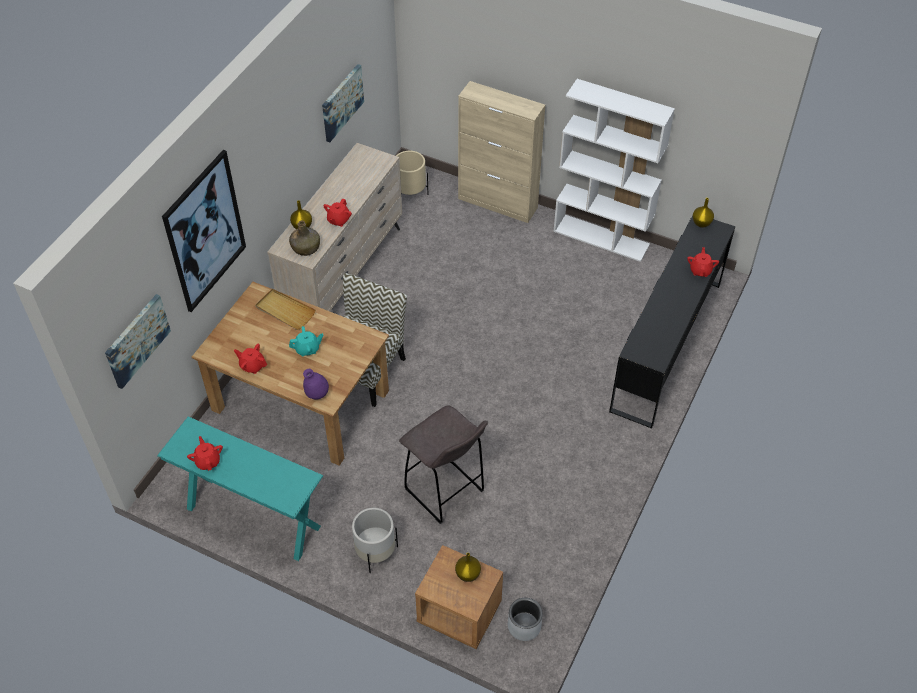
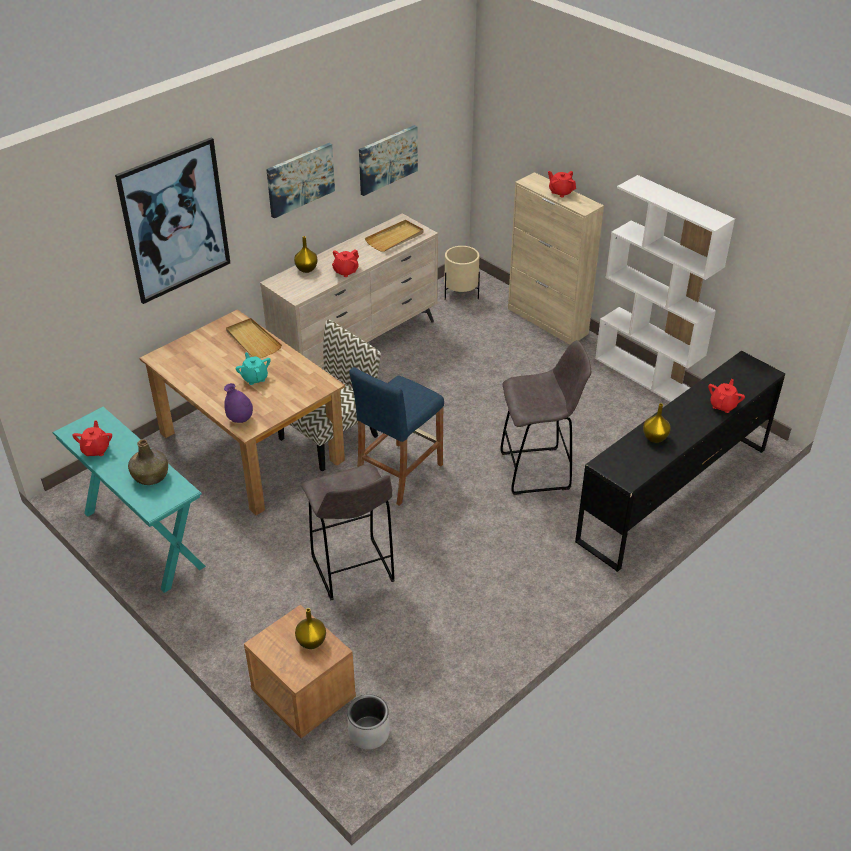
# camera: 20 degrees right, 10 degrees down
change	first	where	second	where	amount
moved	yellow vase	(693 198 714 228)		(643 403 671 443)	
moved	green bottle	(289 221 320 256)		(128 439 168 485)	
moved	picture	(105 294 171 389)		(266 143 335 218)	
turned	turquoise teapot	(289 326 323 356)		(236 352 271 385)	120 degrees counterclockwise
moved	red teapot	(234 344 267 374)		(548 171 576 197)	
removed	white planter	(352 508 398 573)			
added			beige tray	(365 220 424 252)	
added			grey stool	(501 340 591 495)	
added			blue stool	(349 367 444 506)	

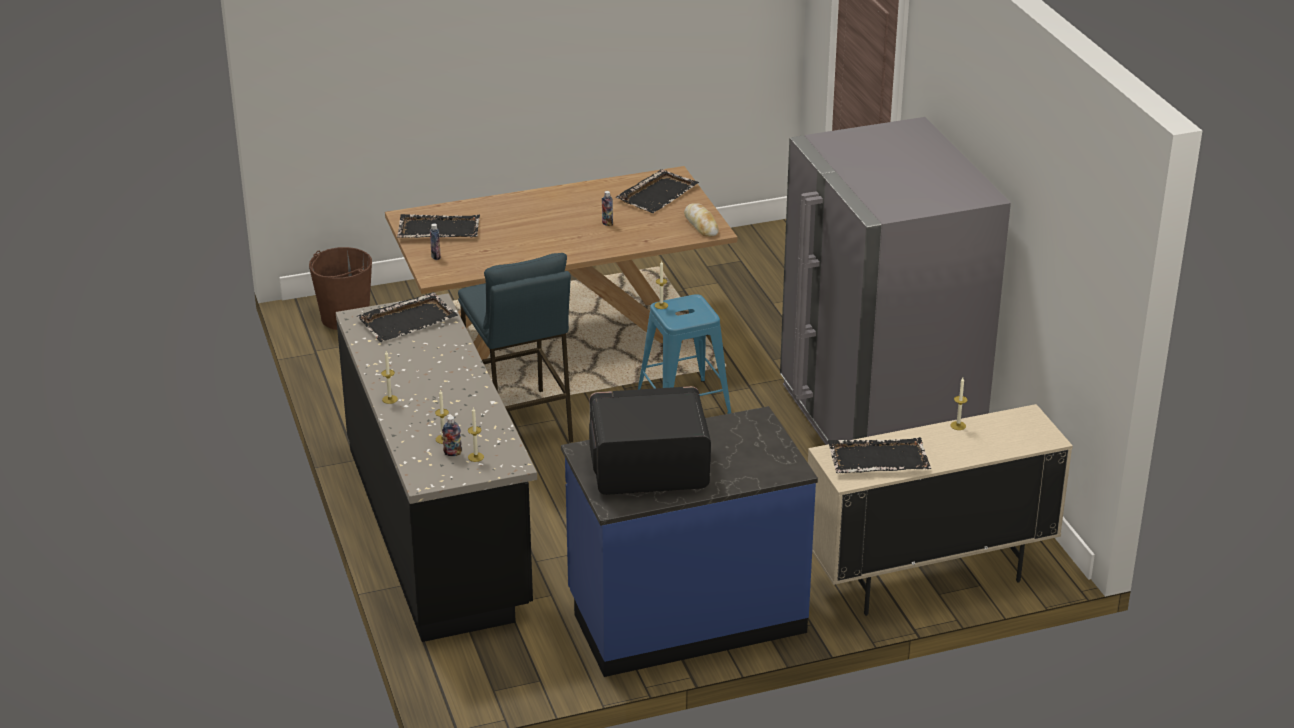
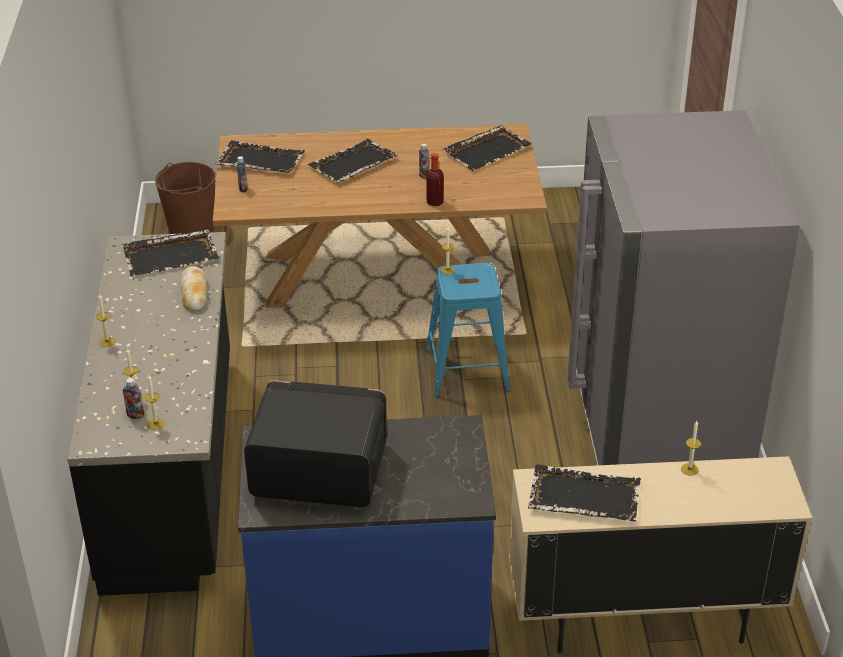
# camera: 15 degrees right, 5 degrees up
change	first	where	second	where	amount
moved	bread	(684 203 719 237)		(180 266 207 311)	
removed	blue stool	(458 253 573 443)			
added			black tray	(308 139 398 183)	
added			bottle	(426 153 444 206)	

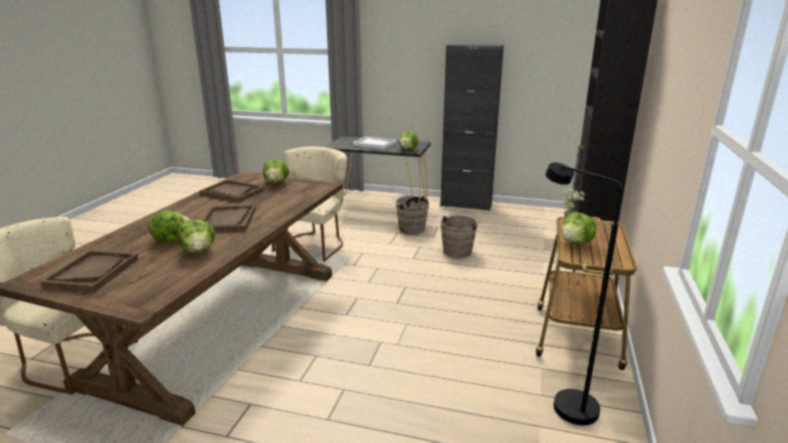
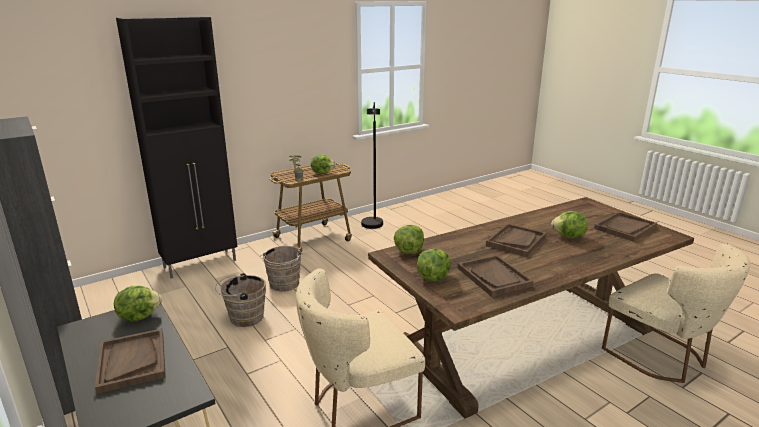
# camera: 140 degrees left, 0 degrees up
change	first	where	second	where	amount
recoloured	white tray	(353 136 396 150)	brown tray	(95 329 166 394)	
moved	brown bucket	(393 194 429 234)		(261 246 303 291)	
moved	lettuce	(178 220 215 253)		(394 225 424 254)	

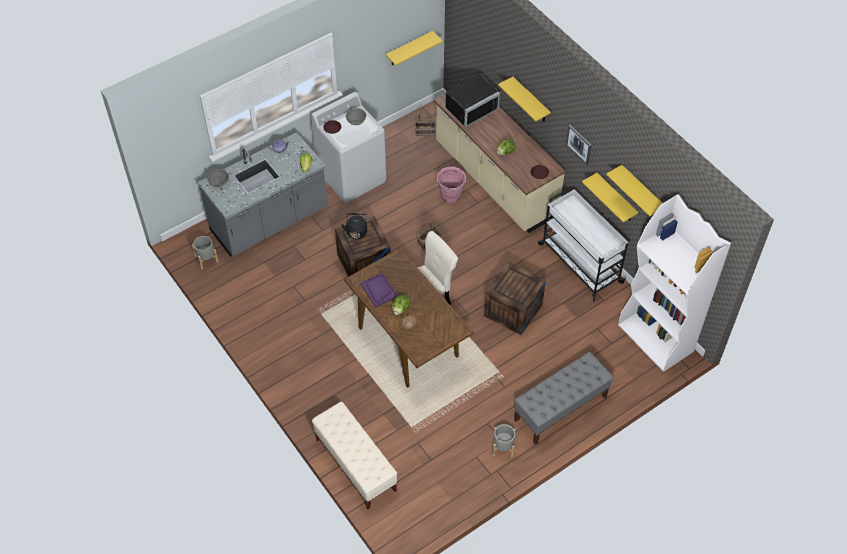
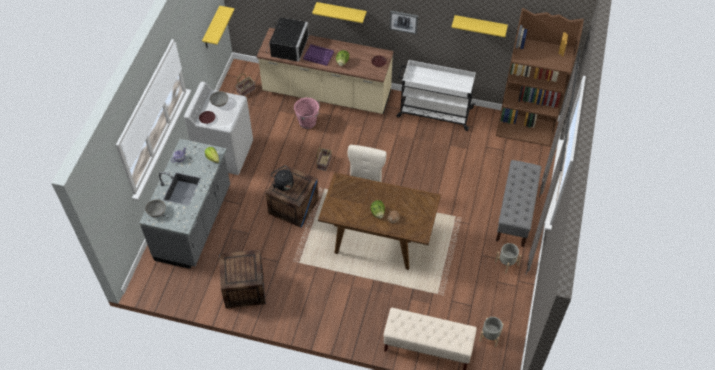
# camera: 40 degrees left, 0 degrees up
change	first	where	second	where	amount
removed	yellow shelf	(582 173 639 222)			
recoloured	white bookcase	(618 194 731 372)	brown bookcase	(496 8 584 147)	
moved	grey planter	(192 236 218 269)		(479 317 504 347)	
moved	crate	(484 262 546 335)		(219 250 266 309)	
moved	purple tray	(360 273 398 307)		(303 45 334 66)	

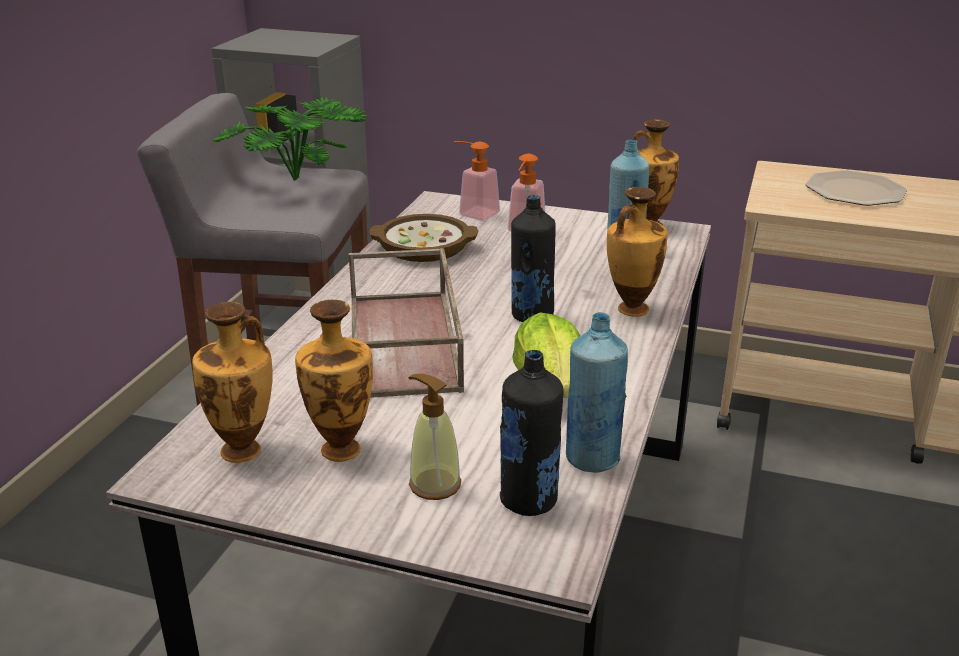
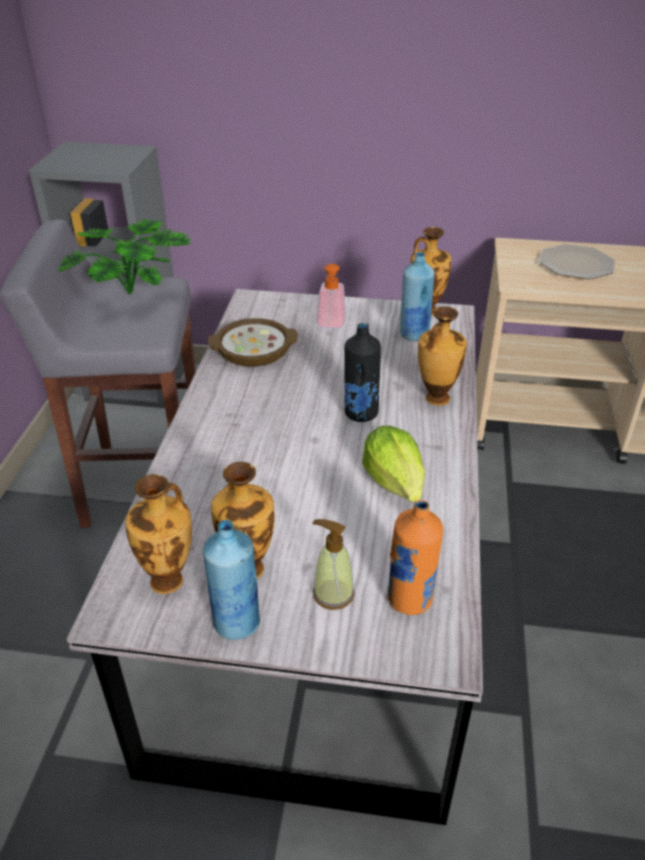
# camera: 10 degrees left, 10 degrees up
change	first	where	second	where	amount
removed	soap dispenser	(454 141 500 221)			
removed	brown tray	(349 248 464 398)			
moved	blue bottle	(566 312 628 472)		(203 520 260 640)	
recoloured	black bottle	(500 350 563 516)	orange bottle	(387 500 443 615)	

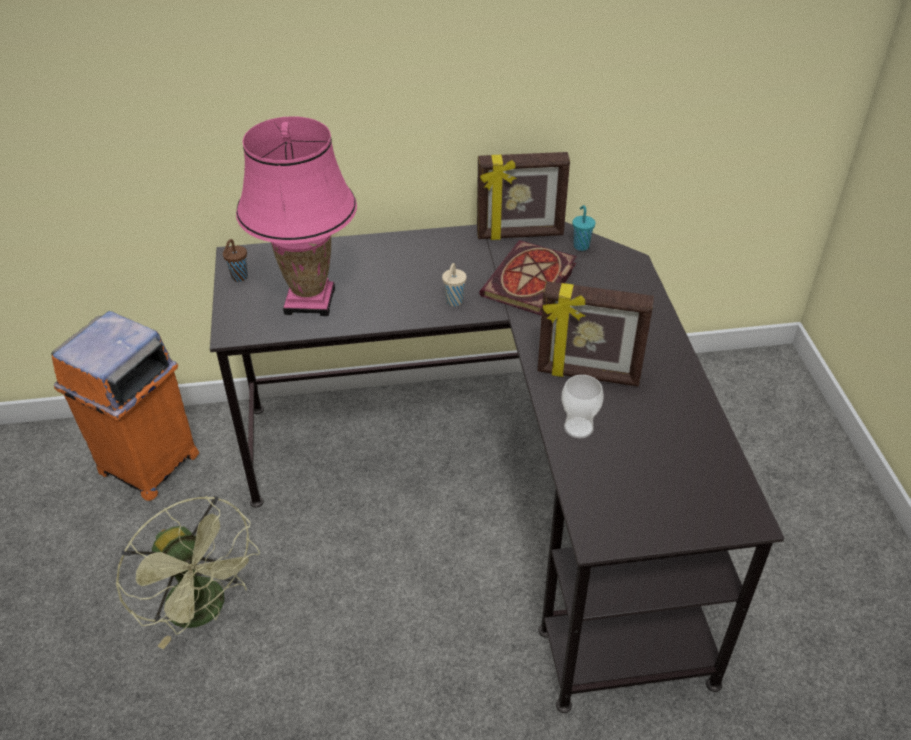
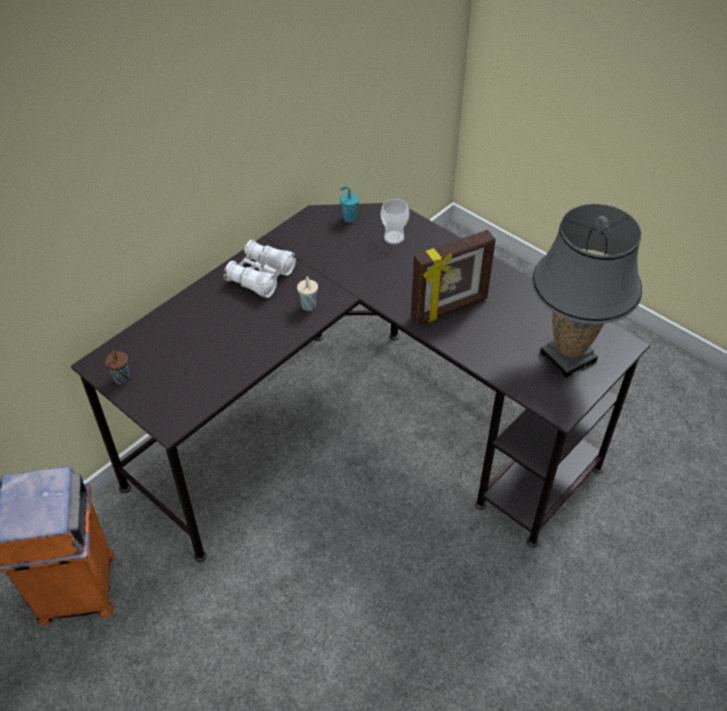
# camera: 40 degrees left, 5 degrees up
change	first	where	second	where	amount
removed	pink table lamp	(236 117 357 316)			
removed	picture frame	(477 152 570 240)			
removed	book	(480 240 577 315)			
moved	cup	(562 375 604 438)		(381 199 409 245)	
removed	green fan	(115 496 260 649)			
added			grey table lamp	(532 204 642 378)	
added			white binoculars	(224 240 296 298)	

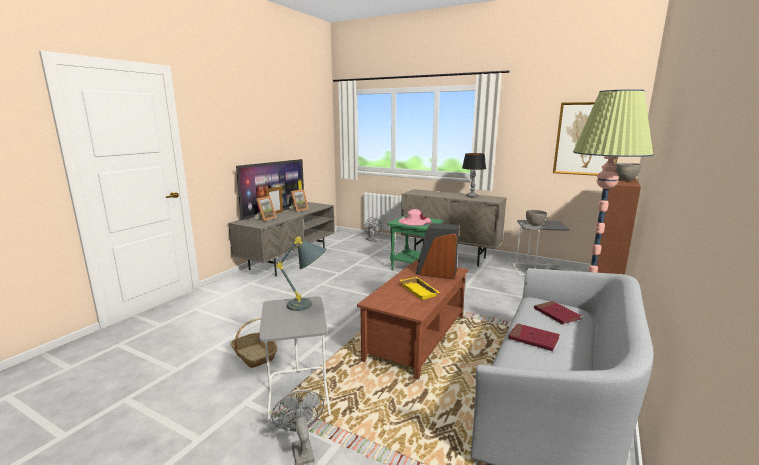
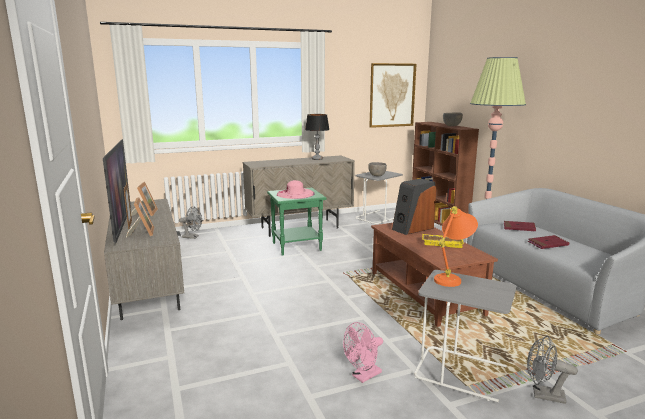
# camera: 50 degrees left, 0 degrees up
change	first	where	second	where	amount
recoloured	grey table lamp	(276 237 327 311)	orange table lamp	(434 206 478 287)	
replaced	basket	(230 318 278 368)	pink fan	(343 322 383 383)	

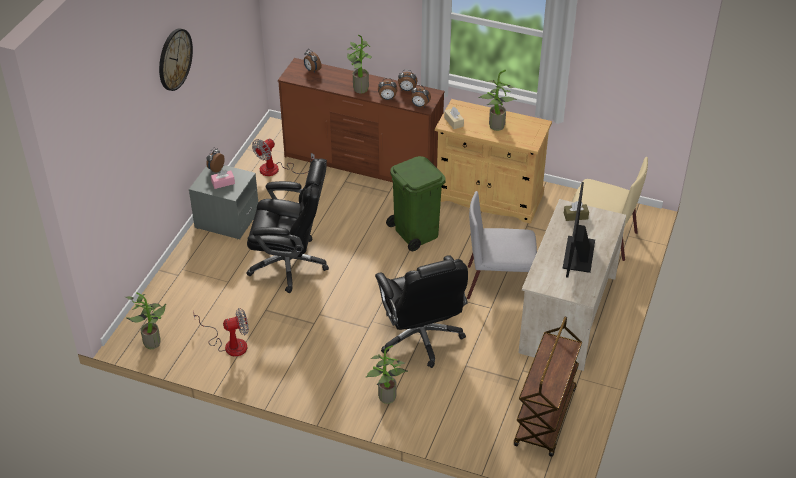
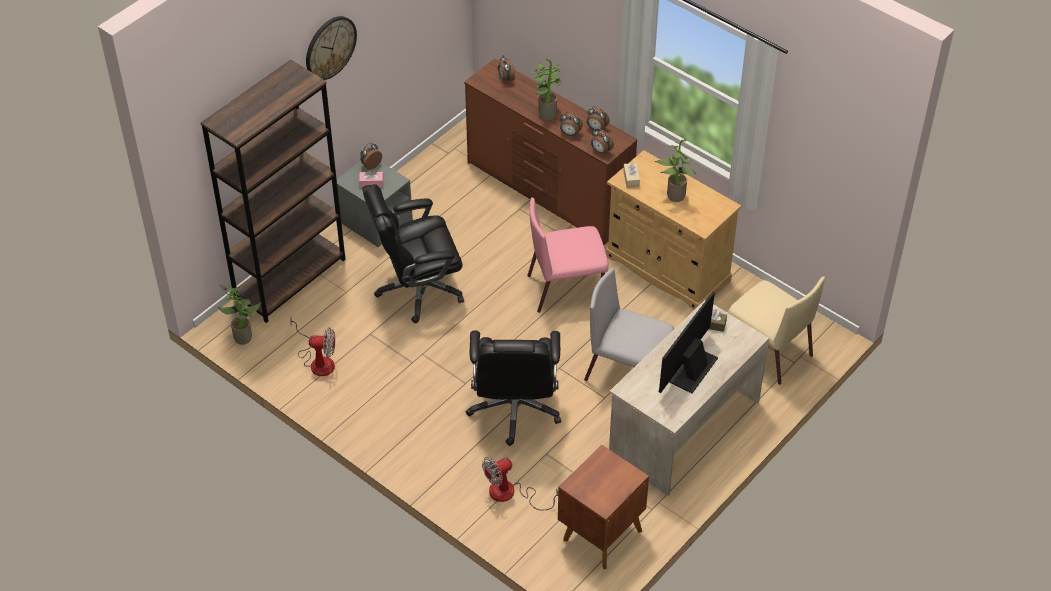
# camera: 20 degrees right, 5 degrees up
change	first	where	second	where	amount
moved	fan	(252 138 315 176)		(482 457 558 510)	
replaced	green trash can	(386 156 446 251)	pink chair	(527 197 609 313)	
turned	black office chair	(246 159 329 293)		(362 184 464 323)	135 degrees clockwise
replaced	brown cart	(514 317 582 457)	brown nightstand	(558 445 649 569)	
removed	potted plant	(366 345 408 404)			
added			brown bookcase	(201 60 346 323)	

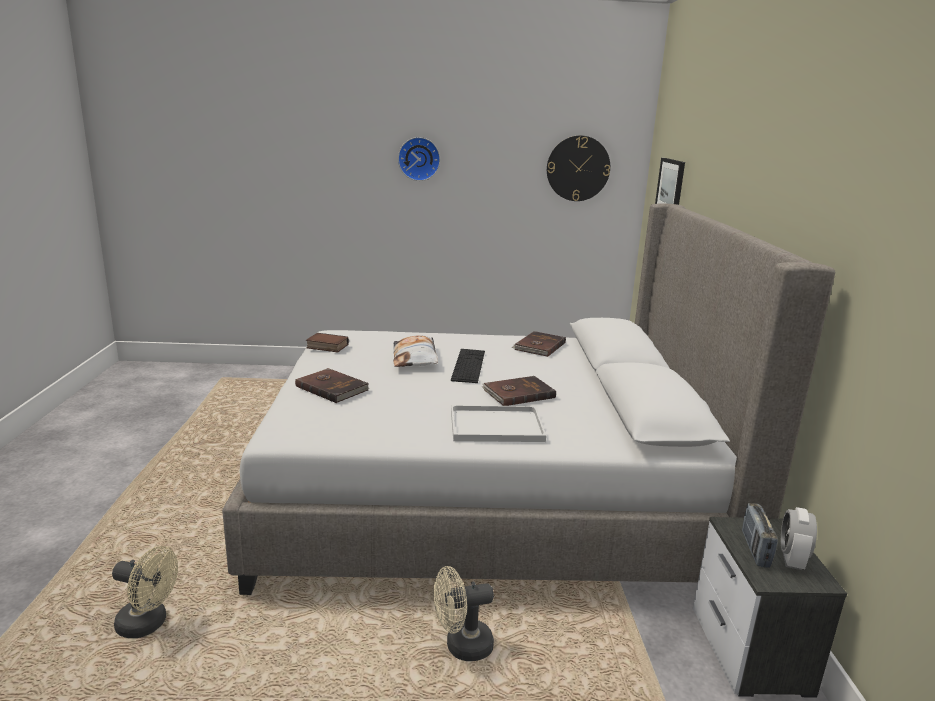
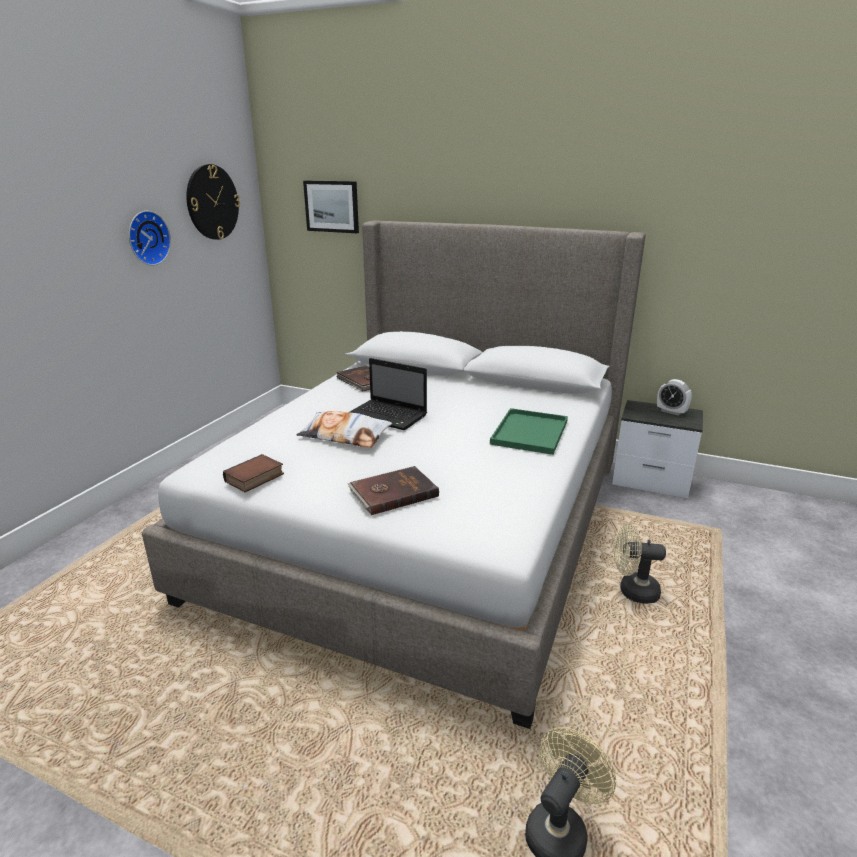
# camera: 65 degrees left, 5 degrees up
change	first	where	second	where	amount
moved	wall clock	(398 137 440 181)		(129 211 171 265)	
replaced	keyboard	(451 349 485 383)	laptop	(350 358 427 430)	
removed	brown book	(482 376 556 406)			
recoloured	white tray	(451 405 546 442)	green tray	(490 408 568 455)	
removed	radio	(742 503 778 568)			
turned	beige fan	(434 566 494 661)		(614 523 666 604)	90 degrees clockwise

